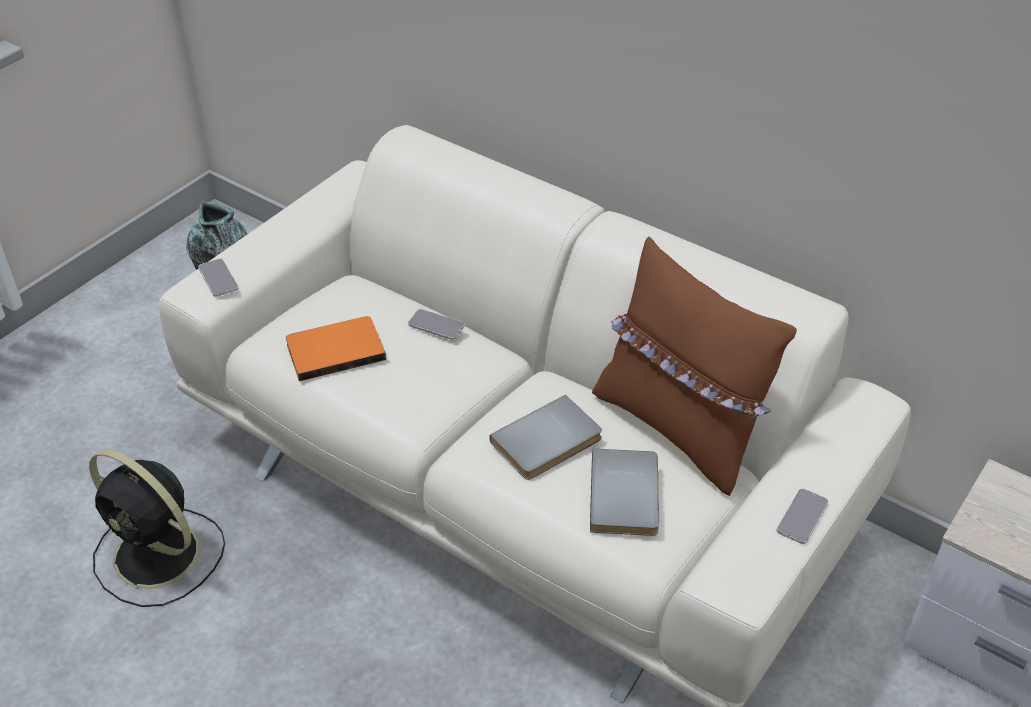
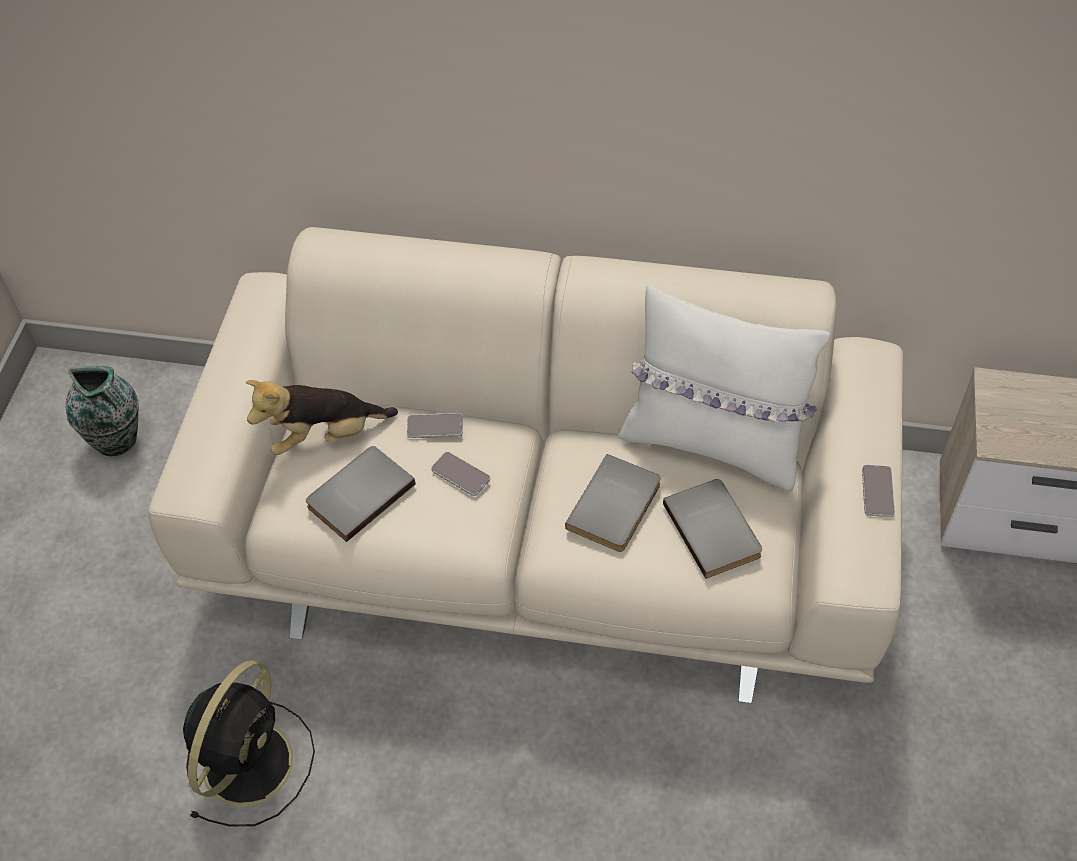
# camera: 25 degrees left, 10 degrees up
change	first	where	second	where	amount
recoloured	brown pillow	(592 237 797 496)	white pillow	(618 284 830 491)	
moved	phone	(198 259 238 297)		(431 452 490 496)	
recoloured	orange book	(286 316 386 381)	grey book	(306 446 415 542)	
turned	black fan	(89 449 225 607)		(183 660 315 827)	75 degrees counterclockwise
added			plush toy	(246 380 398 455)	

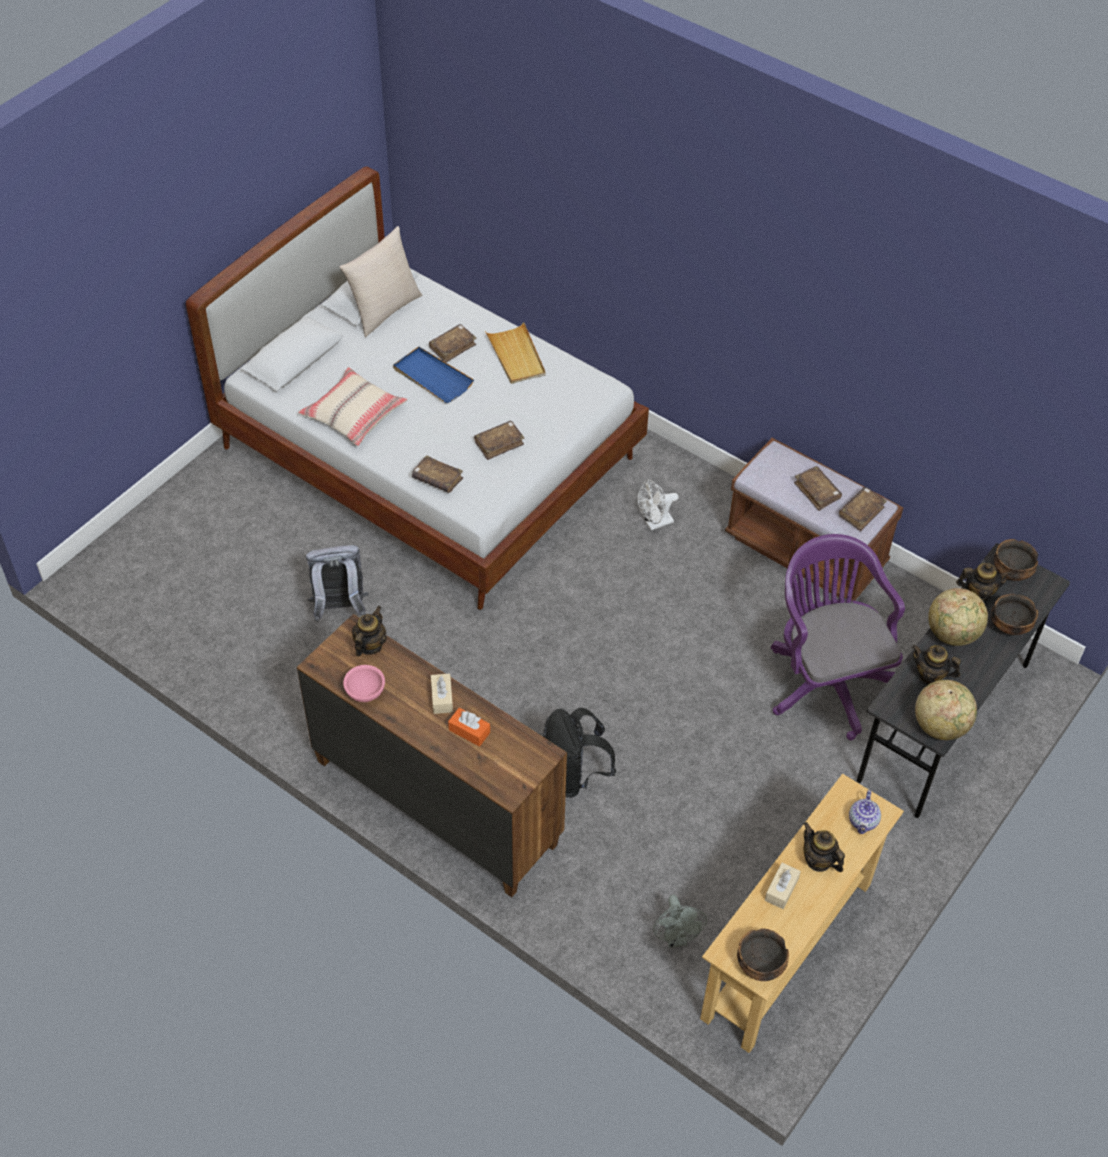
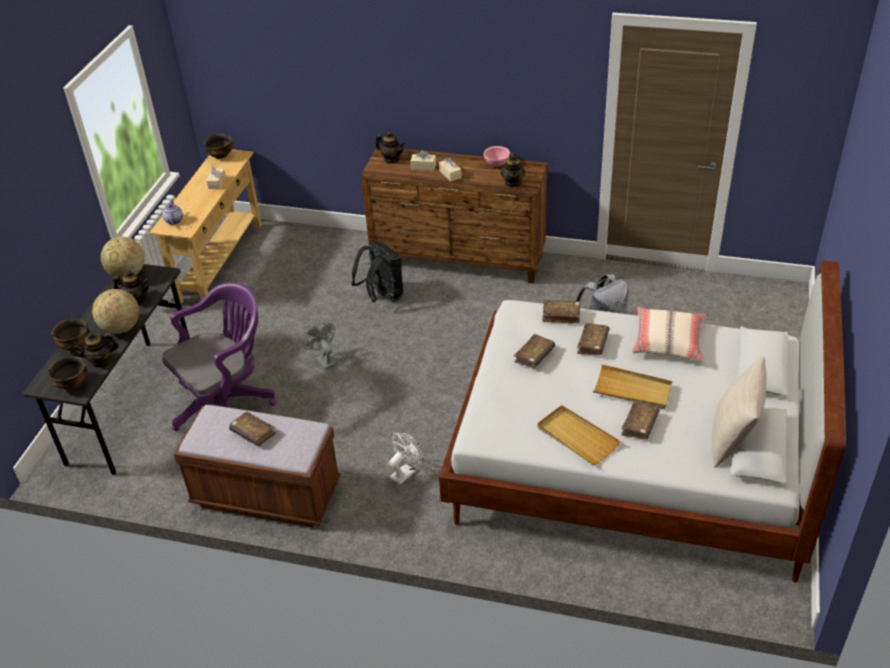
# camera: 160 degrees right, 10 degrees down
change	first	where	second	where	amount
recoloured	blue tray	(393 347 474 403)	beige tray	(593 364 672 409)	
moved	brown book	(839 487 887 531)		(577 323 610 355)	
turned	purple office chair	(771 534 905 740)		(162 282 276 431)	90 degrees counterclockwise
recoloured	orange tissue box	(448 708 490 746)	beige tissue box	(411 150 436 170)	
moved	teapot	(803 822 845 872)		(375 132 405 163)	
moved	grey fan	(653 895 707 948)		(303 322 337 370)	

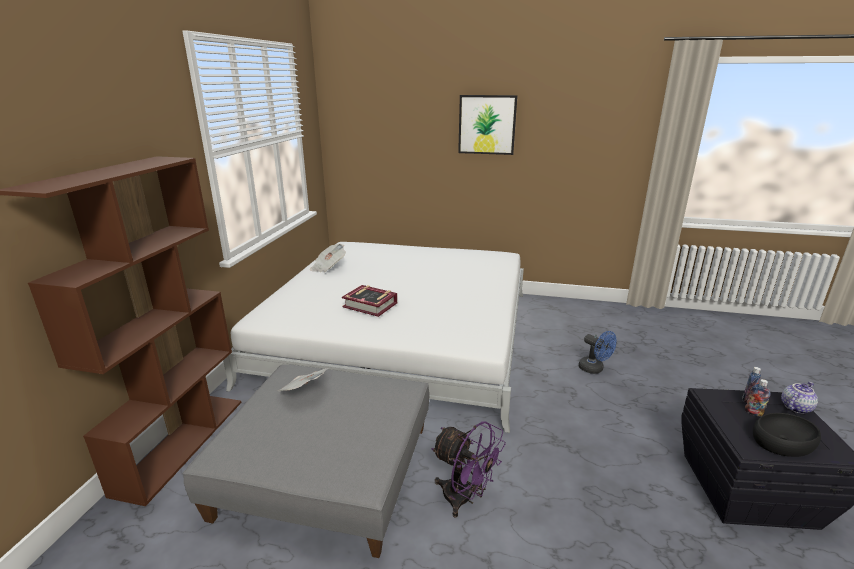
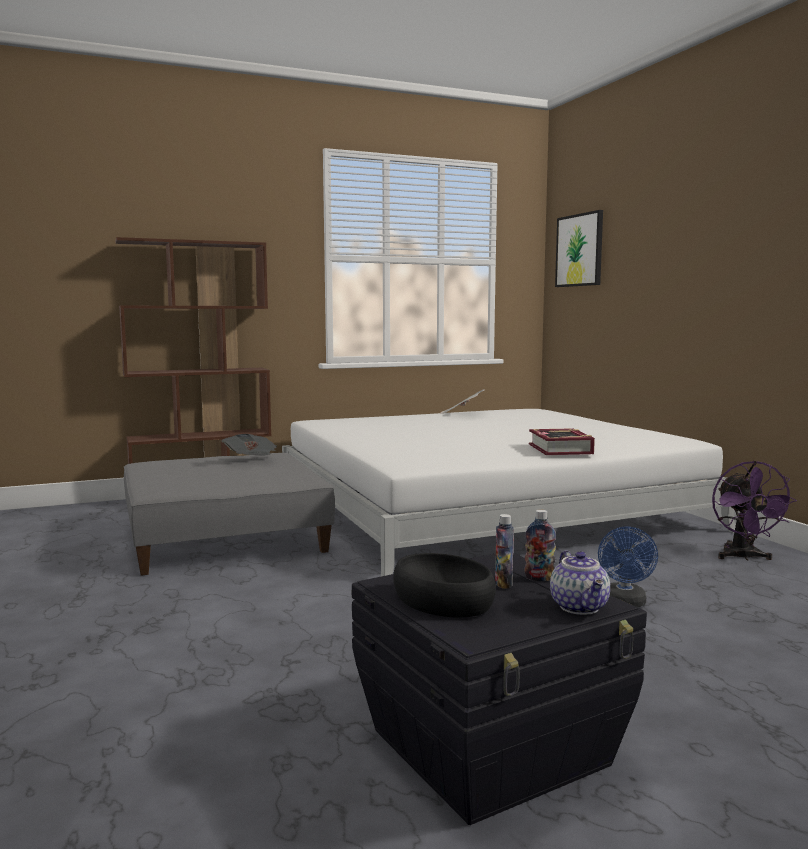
# camera: 55 degrees right, 15 degrees down
change	first	where	second	where	amount
moved	picture	(458 95 518 155)		(555 210 603 287)	
moved	book	(342 285 397 317)		(529 428 595 455)	
turned	teapot	(781 382 818 414)		(550 550 610 615)	60 degrees clockwise
moved	purple fan	(431 421 506 518)		(712 461 797 561)	

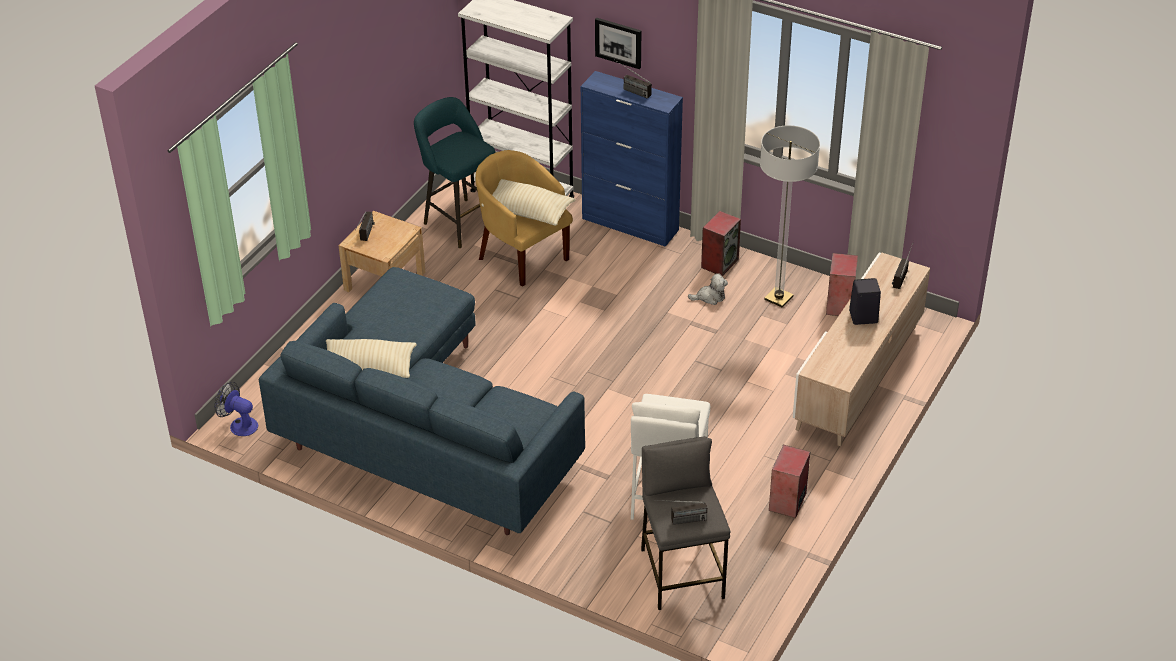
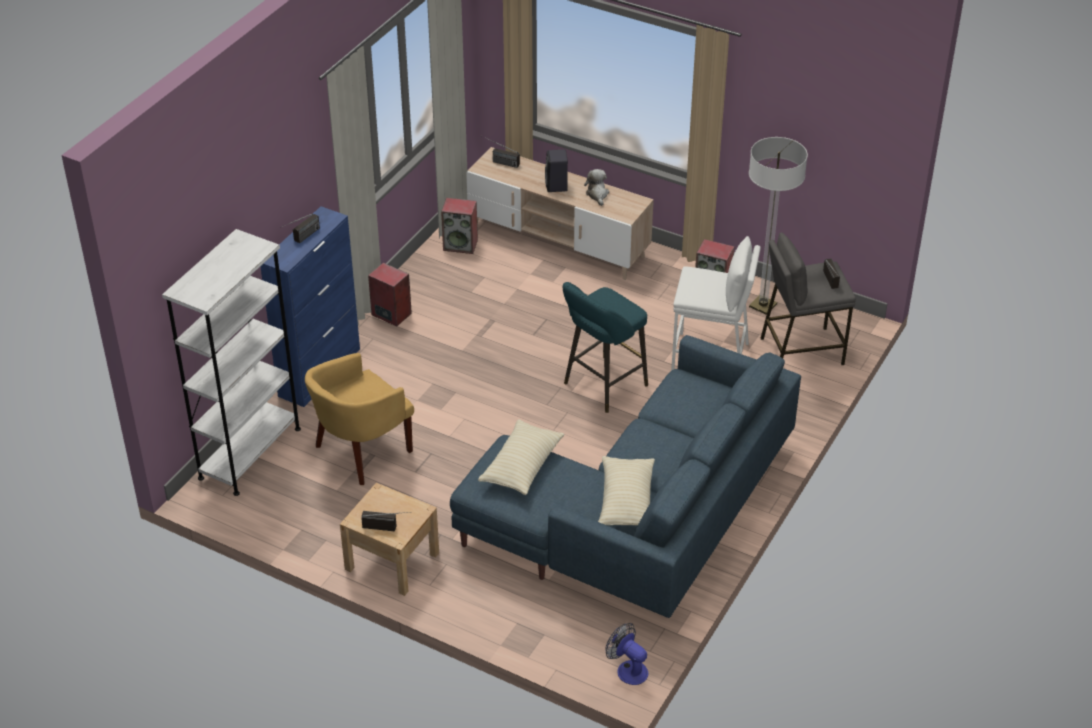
# camera: 90 degrees left, 0 degrees up
change	first	where	second	where	amount
removed	picture	(595 18 641 69)			
moved	turquoise stool	(414 97 495 248)		(563 282 648 413)	
moved	floor lamp	(760 125 820 308)		(749 137 808 315)	
moved	beige pillow	(481 179 575 226)		(478 419 564 495)	
moved	plush toy	(688 273 728 305)		(584 169 609 206)	
turned	fan	(214 382 258 436)		(605 623 649 685)	105 degrees clockwise

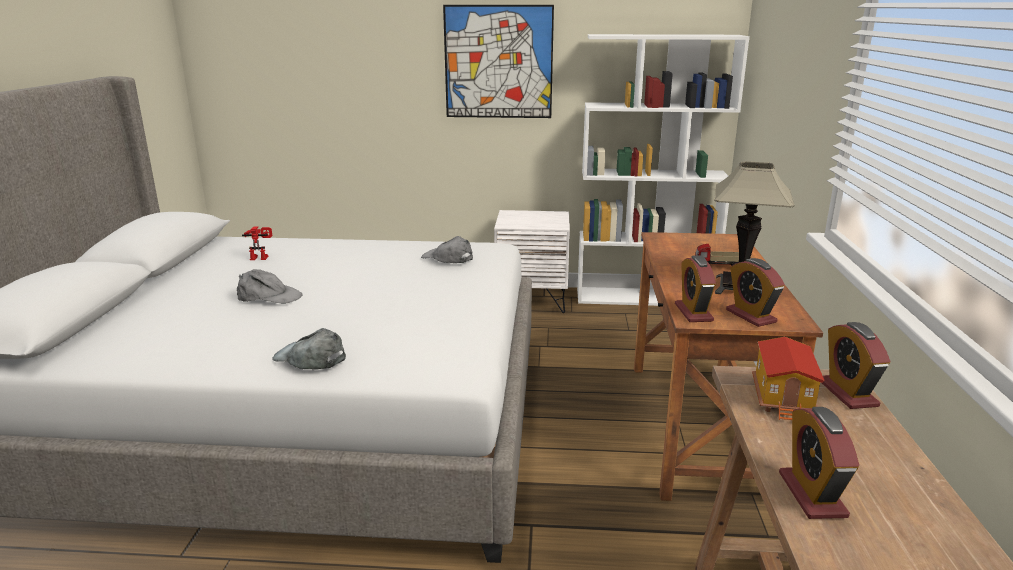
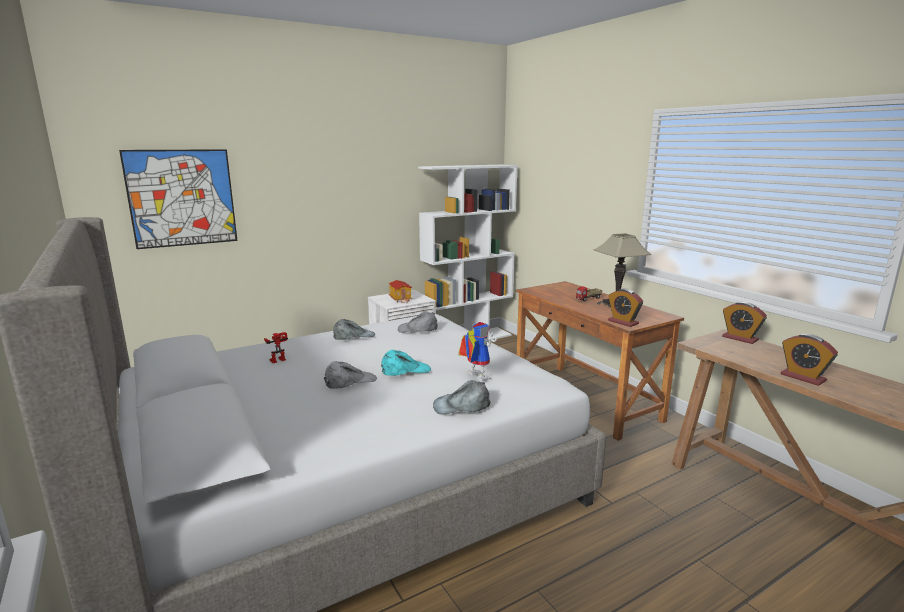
# camera: 35 degrees left, 5 degrees down
change	first	where	second	where	amount
moved	picture	(443 5 554 118)		(119 149 238 249)	
removed	alarm clock	(726 258 785 327)			
moved	toy house	(752 337 825 420)		(388 280 412 303)	
added			grey cap	(333 319 375 340)	
added			toy robot	(459 322 497 381)	
added			turquoise cap	(381 350 431 376)	

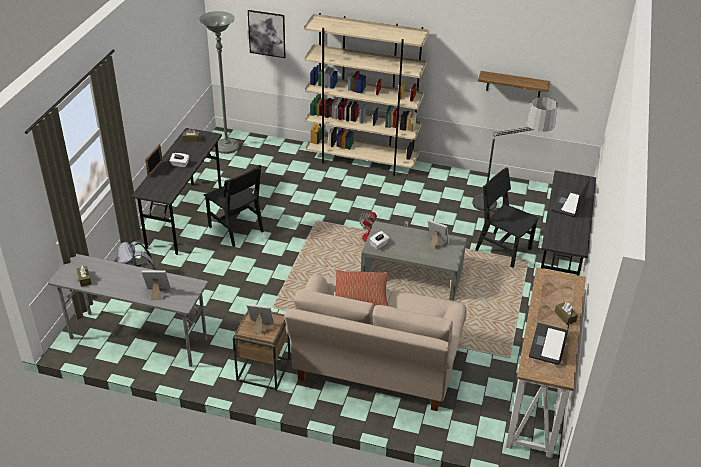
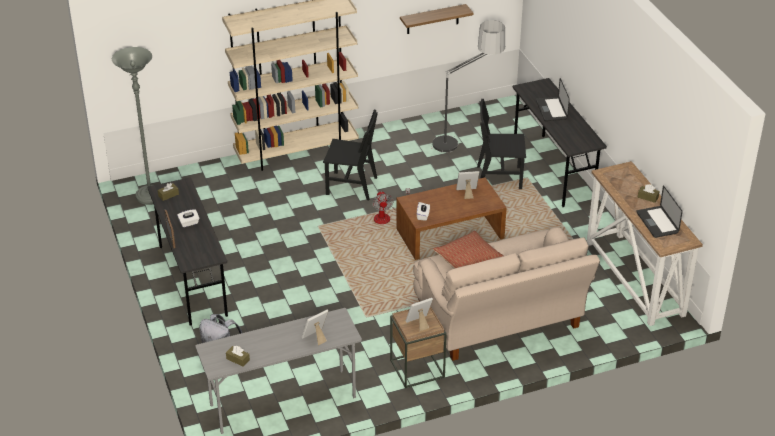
# camera: 35 degrees left, 0 degrees up
change	first	where	second	where	amount
removed	picture	(248 10 285 58)			
moved	black chair	(204 165 264 247)		(323 110 378 200)	
recoloured	grey coffee table	(361 221 467 301)	brown coffee table	(396 177 507 260)	

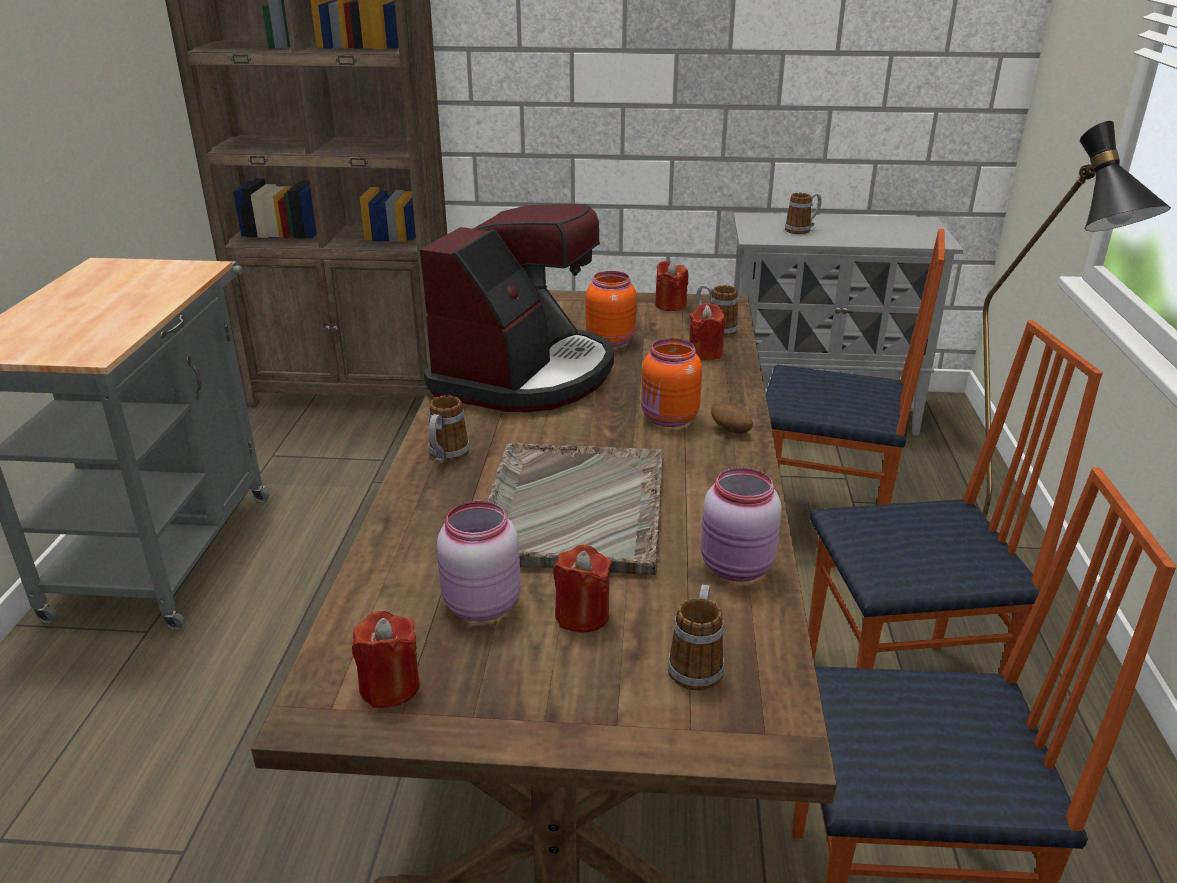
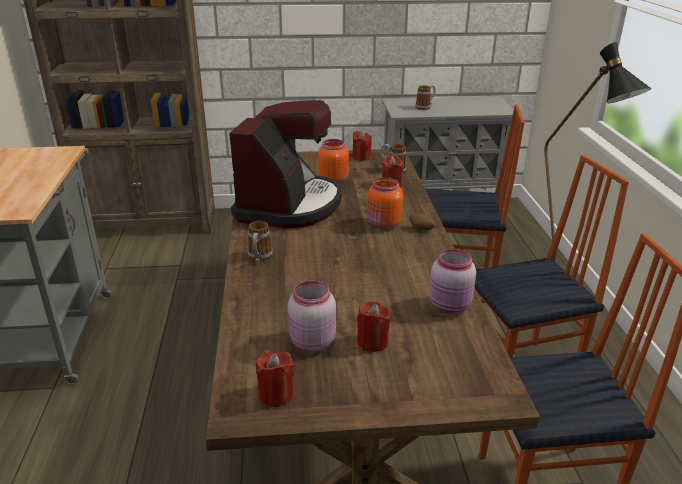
# camera: 10 degrees left, 0 degrees up
change	first	where	second	where	amount
removed	grey tray	(487 442 664 575)			
removed	mug	(668 585 724 691)			

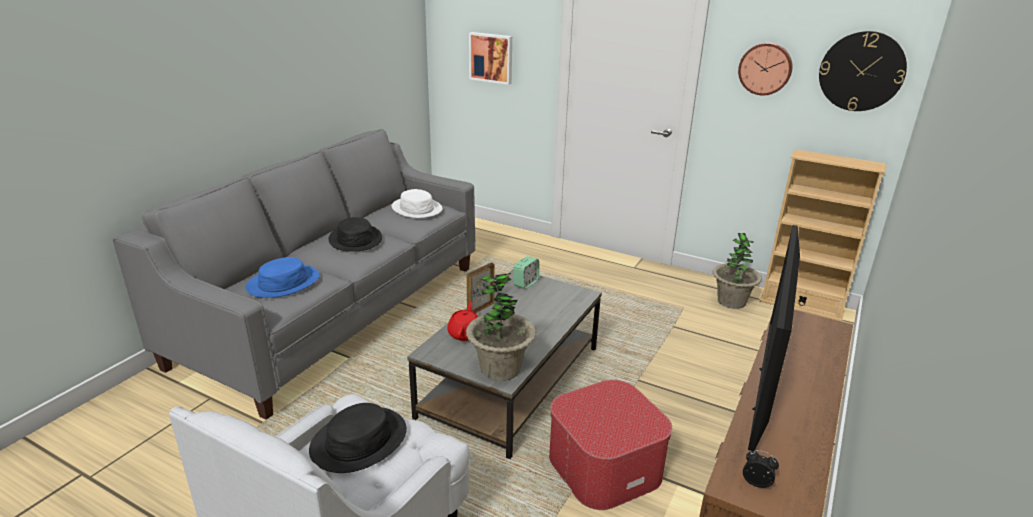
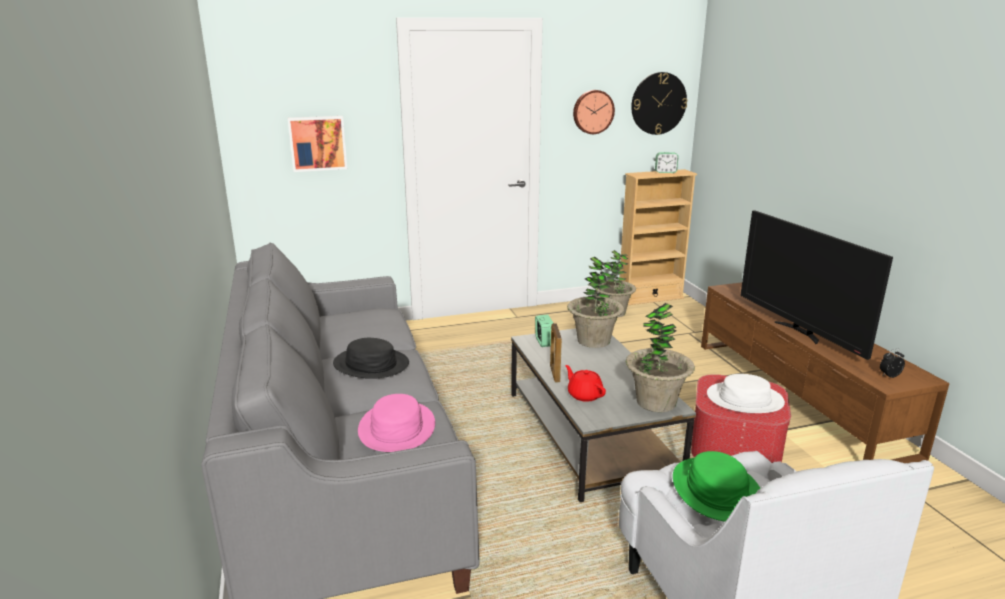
# camera: 45 degrees left, 5 degrees down
change	first	where	second	where	amount
moved	white hat	(391 189 443 218)		(707 374 785 413)	
recoloured	blue hat	(245 257 319 298)	pink hat	(358 394 435 452)	
recoloured	black hat	(309 403 407 473)	green hat	(673 451 760 522)	
added			alarm clock	(655 152 678 173)	
added			potted plant	(567 257 624 348)	

